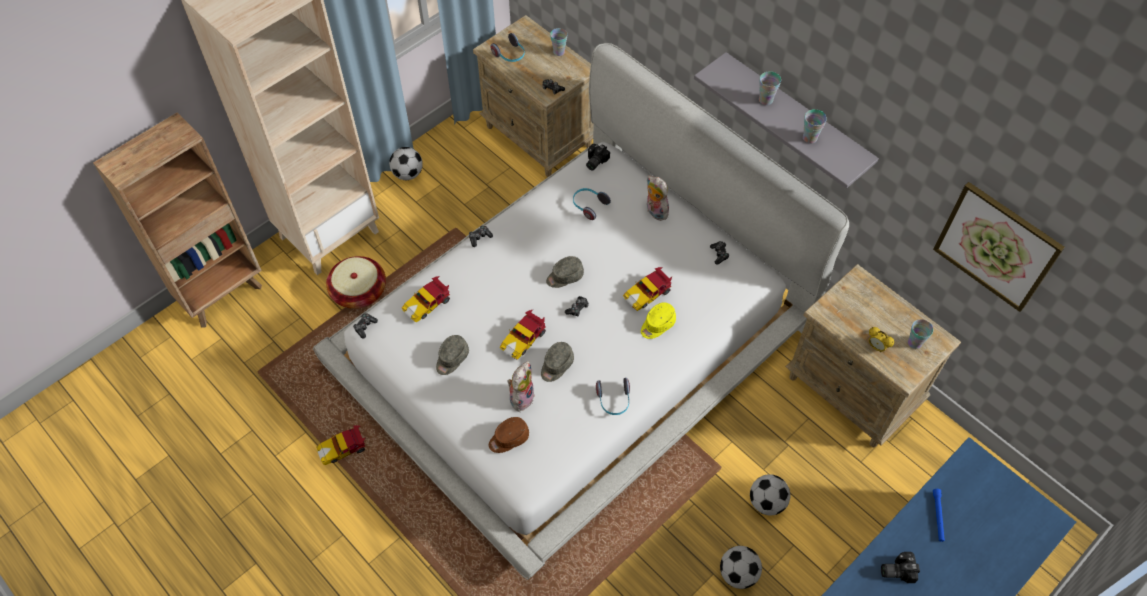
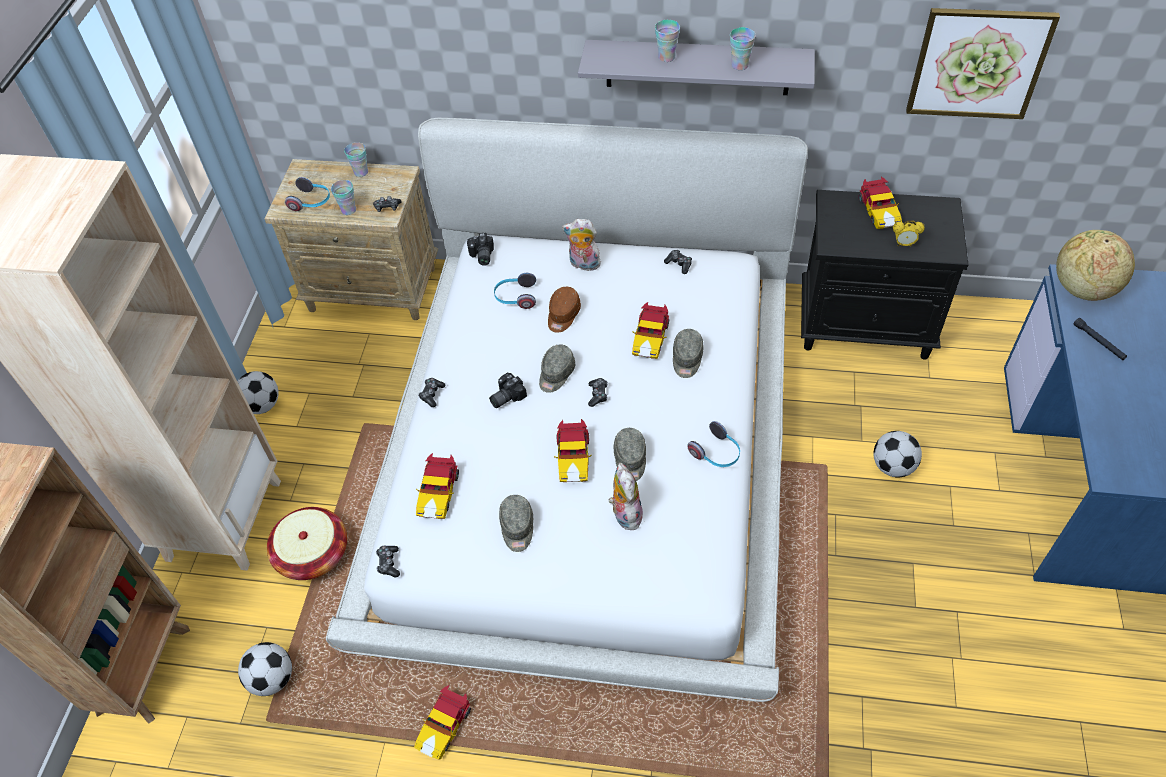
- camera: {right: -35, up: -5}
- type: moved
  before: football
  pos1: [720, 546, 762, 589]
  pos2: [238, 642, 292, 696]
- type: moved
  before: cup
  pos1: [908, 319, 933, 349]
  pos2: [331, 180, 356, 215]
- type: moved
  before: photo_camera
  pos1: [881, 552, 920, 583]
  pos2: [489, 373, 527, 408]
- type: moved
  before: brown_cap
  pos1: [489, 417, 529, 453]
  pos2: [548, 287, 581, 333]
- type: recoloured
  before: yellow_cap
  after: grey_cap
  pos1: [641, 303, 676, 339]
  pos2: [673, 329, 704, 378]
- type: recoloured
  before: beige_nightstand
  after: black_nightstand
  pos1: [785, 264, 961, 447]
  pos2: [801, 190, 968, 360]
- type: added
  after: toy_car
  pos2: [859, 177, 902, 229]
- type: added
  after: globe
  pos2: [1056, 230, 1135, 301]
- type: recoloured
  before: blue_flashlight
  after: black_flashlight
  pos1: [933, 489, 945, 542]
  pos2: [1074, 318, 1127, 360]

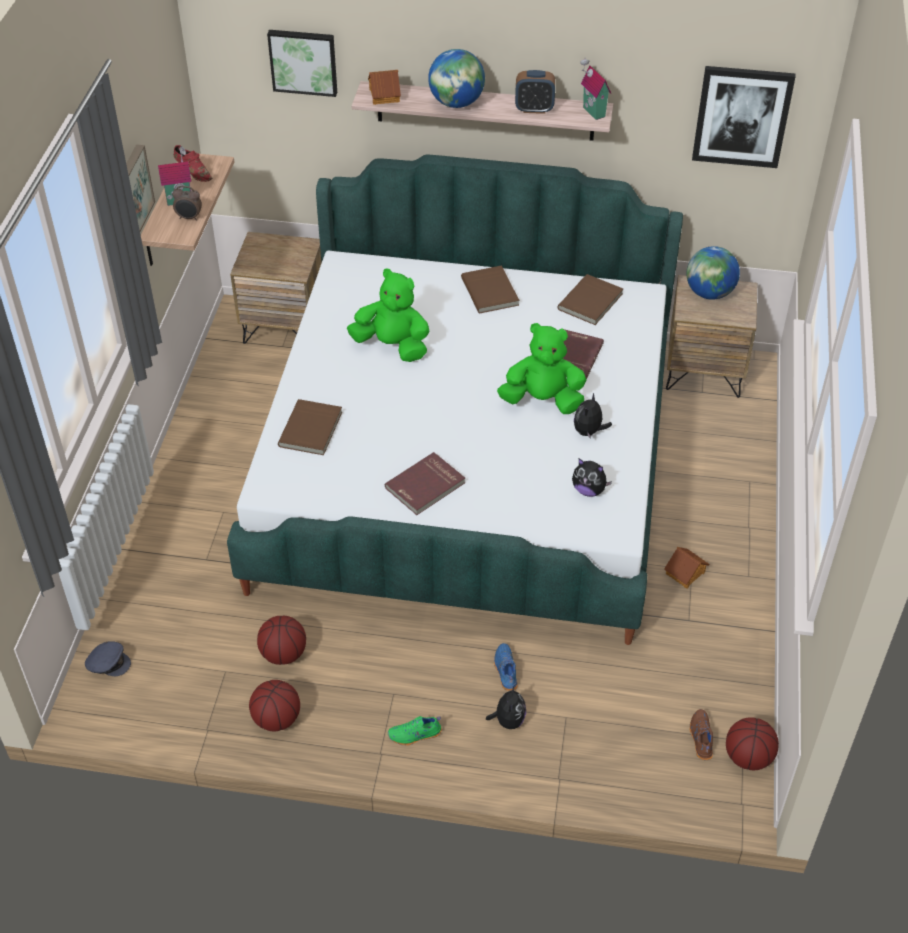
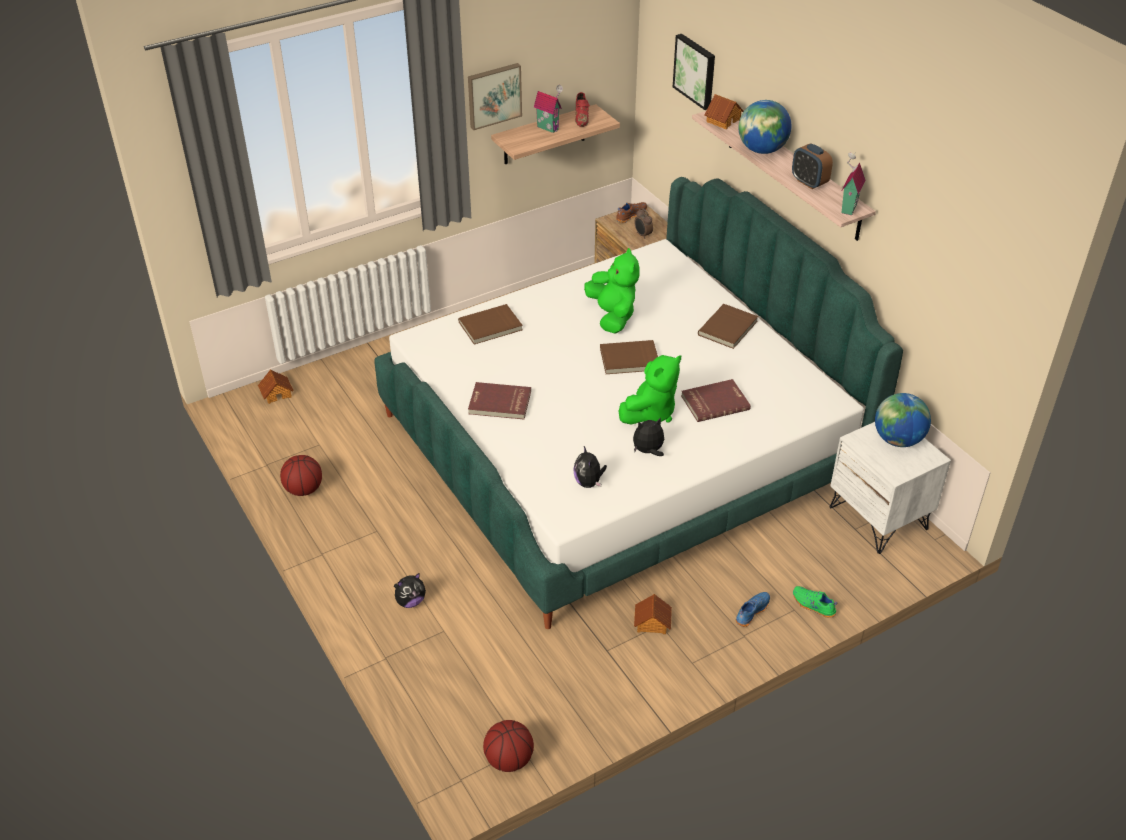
- camera: {right: 50, up: -5}
- type: replaced
  before: grey_cap
  after: toy_house
  pos1: [85, 641, 131, 676]
  pos2: [258, 369, 294, 404]
- type: moved
  before: brown_book
  pos1: [558, 274, 623, 325]
  pos2: [600, 340, 658, 374]
- type: moved
  before: brown_shoe
  pos1: [689, 709, 713, 760]
  pos2: [616, 202, 647, 223]
- type: turned
  before: green_plush_toy
  pos1: [497, 323, 587, 414]
  pos2: [619, 355, 681, 425]
  turn: 75
- type: moved
  before: alarm_clock
  pos1: [173, 186, 202, 221]
  pos2: [634, 208, 653, 239]
- type: moved
  before: blue_shoe
  pos1: [494, 643, 518, 691]
  pos2: [736, 592, 770, 627]
- type: moved
  before: green_shoe
  pos1: [388, 716, 442, 746]
  pos2: [793, 586, 837, 618]
- type: recoloured
  before: brown_nightstand
  after: white_nightstand
  pos1: [666, 275, 757, 398]
  pos2: [829, 422, 951, 554]
- type: removed
  before: basketball
  pos1: [257, 616, 306, 665]
- type: removed
  before: picture
  pos1: [692, 66, 795, 168]

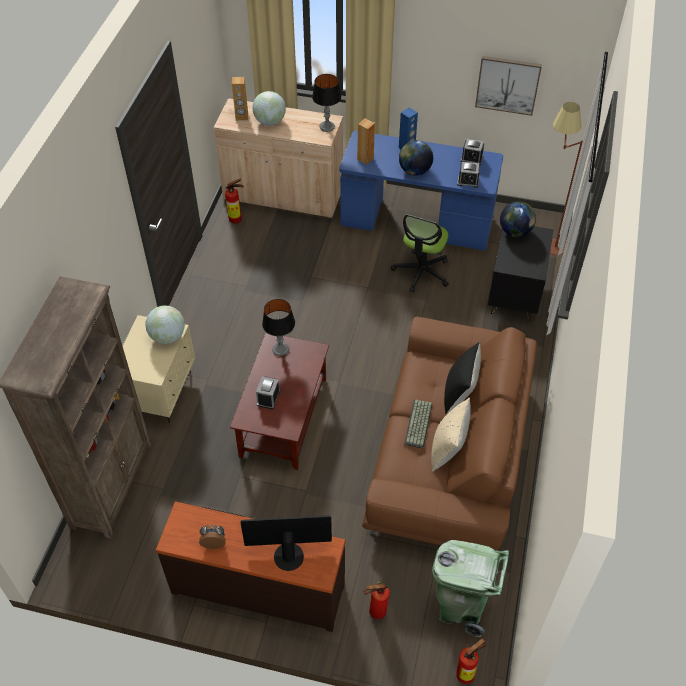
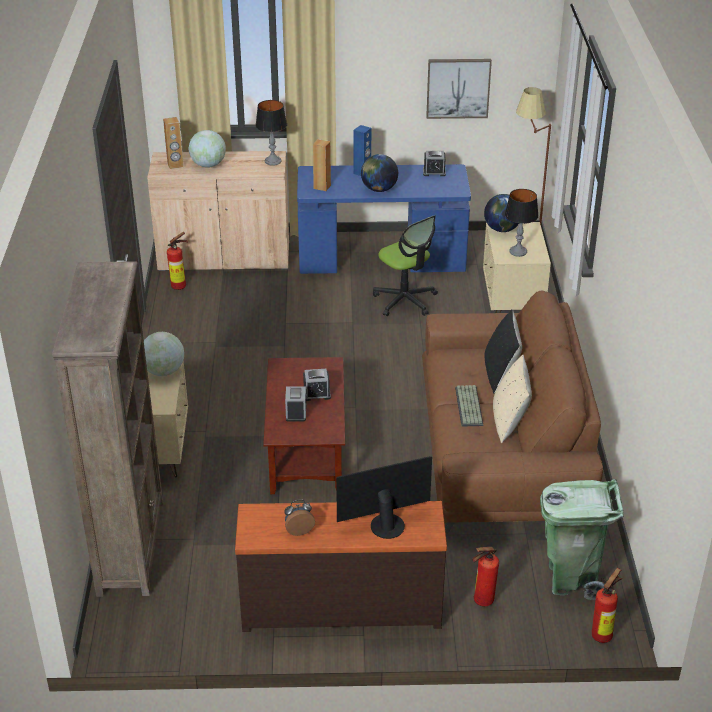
- camera: {right: -15, up: -15}
- type: moved
  before: alarm_clock
  pos1: [457, 162, 480, 188]
  pos2: [303, 369, 331, 401]
- type: turned
  before: office_chair
  pos1: [391, 215, 449, 293]
  pos2: [373, 215, 438, 316]
  turn: -45
- type: recoloured
  before: black_nightstand
  after: beige_nightstand
  pos1: [488, 226, 553, 321]
  pos2: [483, 222, 551, 313]
- type: moved
  before: table_lamp
  pos1: [262, 299, 295, 356]
  pos2: [505, 189, 539, 257]

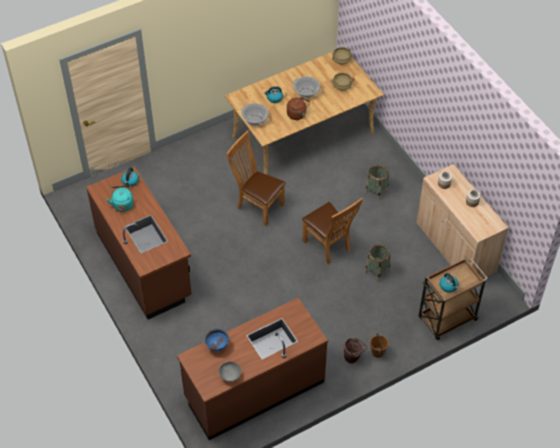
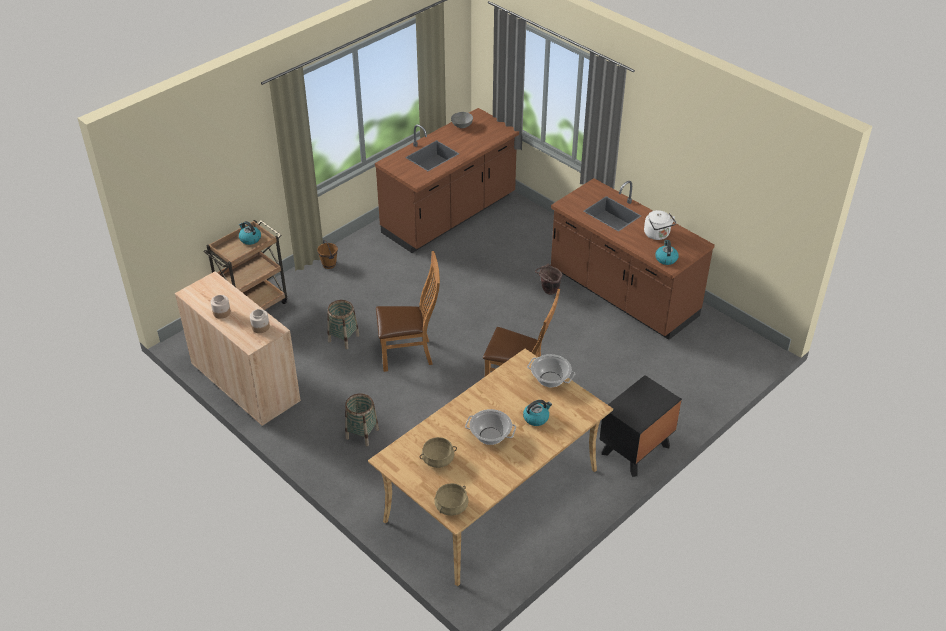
- camera: {right: 165, up: -10}
- type: turned
  before: brown_chair
  pos1: [302, 198, 363, 264]
  pos2: [376, 251, 440, 372]
  turn: 135
- type: moved
  before: brown_bucket
  pos1: [343, 338, 367, 364]
  pos2: [535, 264, 562, 295]
- type: added
  after: black_nightstand
  pos2: [600, 375, 682, 477]
- type: recoloured
  before: turquoise_kettle
  after: white_kettle
  pos1: [107, 185, 134, 212]
  pos2: [644, 210, 676, 240]
- type: removed
  before: blue_bowl
  pos1: [204, 329, 229, 351]
- type: removed
  before: brown_kettle
  pos1: [287, 97, 310, 120]

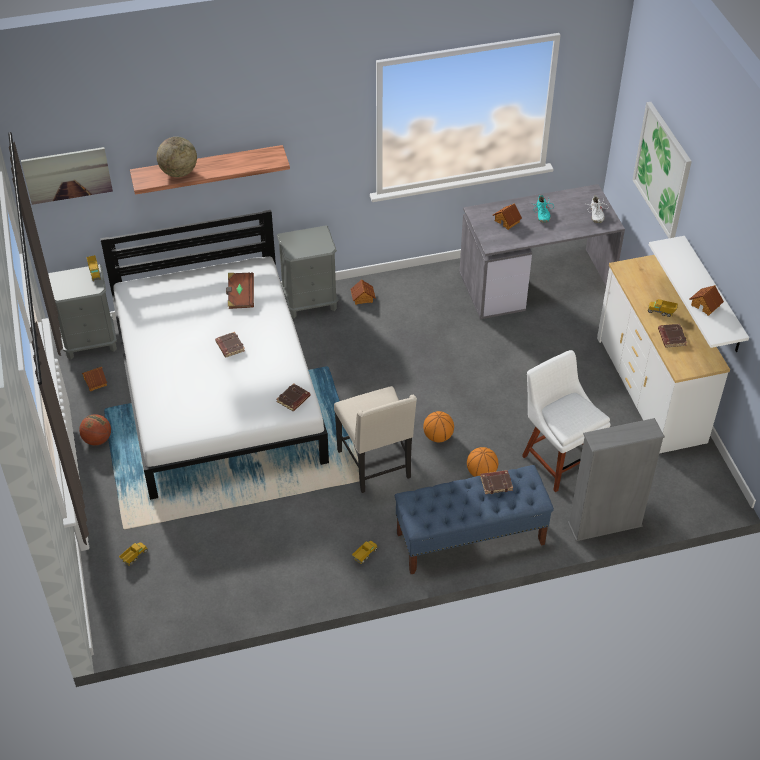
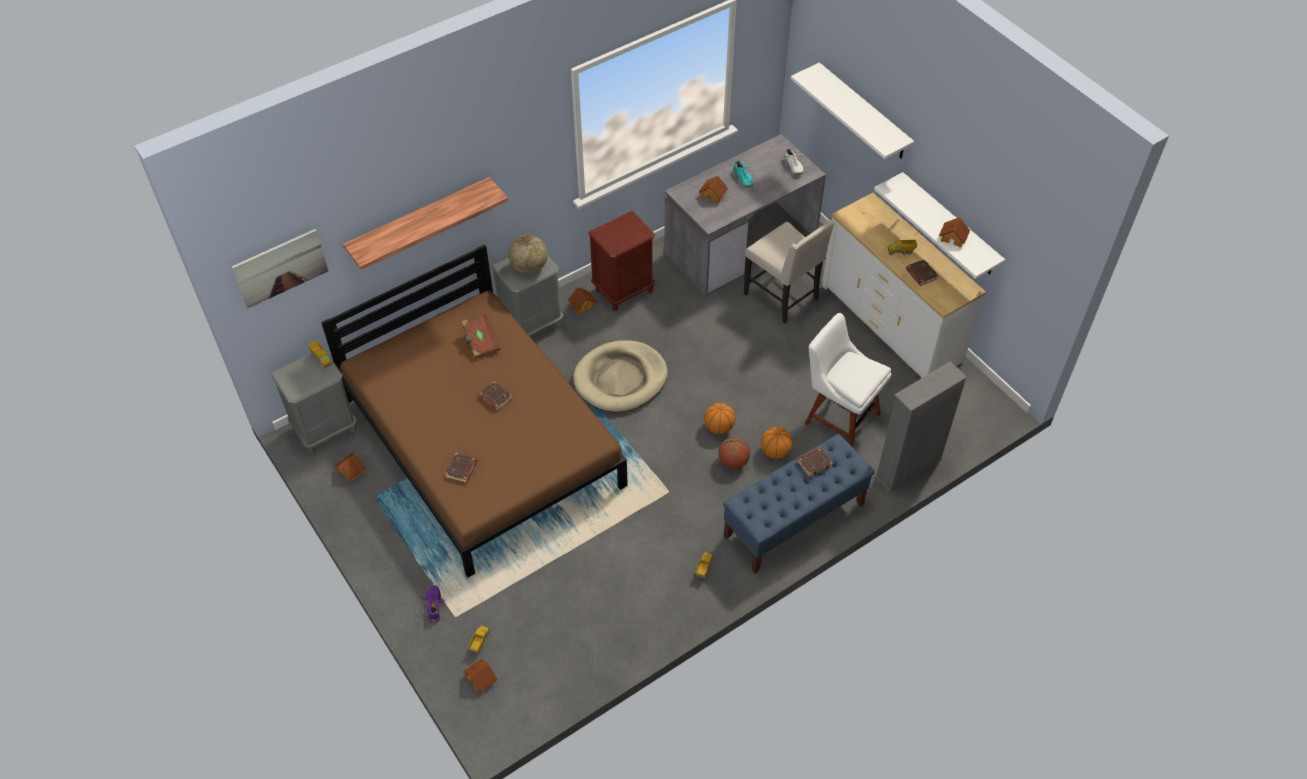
- camera: {right: -20, up: 5}
- type: recoloured
  before: white_bed
  after: brown_bed
  pos1: [100, 210, 329, 500]
  pos2: [321, 244, 628, 578]
- type: added
  after: purple_shoe
  pos2: [420, 585, 445, 623]
- type: moved
  before: brown_book
  pos1: [277, 383, 311, 411]
  pos2: [445, 453, 478, 483]
- type: added
  after: toy_house
  pos2: [463, 659, 497, 693]
- type: moved
  before: globe
  pos1: [157, 137, 197, 177]
  pos2: [508, 235, 547, 274]
- type: added
  after: beige_dog_bed
  pos2: [573, 340, 668, 412]
- type: added
  after: brown_nightstand
  pos2: [588, 211, 655, 311]
- type: moved
  before: basketball
  pos1: [79, 414, 111, 445]
  pos2: [718, 437, 750, 469]
- type: moved
  before: beige_chair
  pos1: [334, 386, 417, 493]
  pos2: [744, 219, 834, 324]
- type: replaced
  before: picture
  after: white_shelf
  pos1: [633, 102, 692, 238]
  pos2: [791, 62, 914, 159]

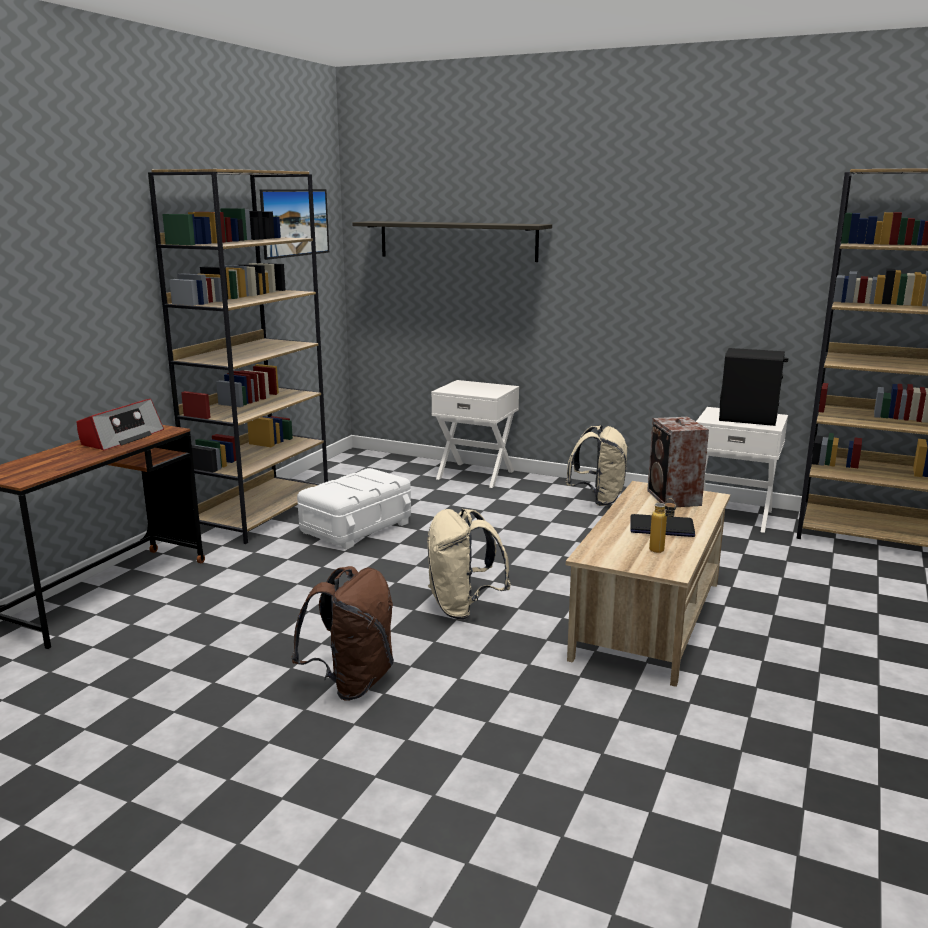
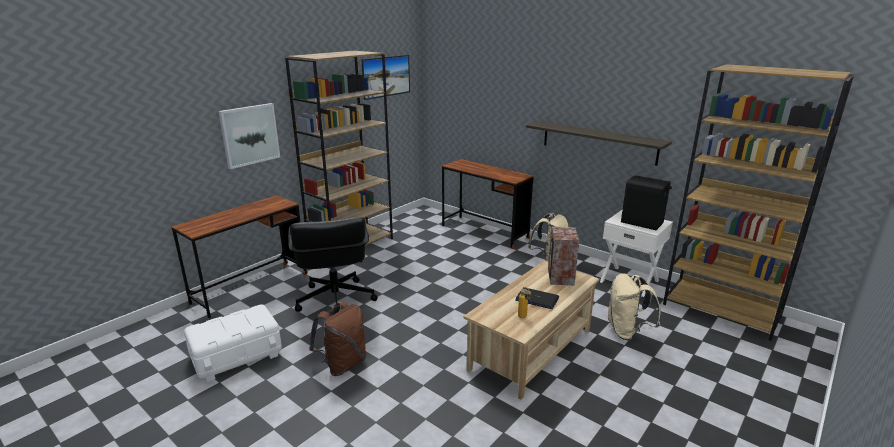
- camera: {right: 15, up: 5}
- type: moved
  before: white_storage_box
  pos1: [297, 468, 411, 549]
  pos2: [184, 304, 282, 382]
- type: added
  after: picture
  pos2: [218, 103, 280, 169]
- type: added
  after: black_office_chair
  pos2: [288, 217, 378, 312]
- type: replaced
  before: white_nightstand
  after: brown_desk
  pos1: [431, 380, 519, 488]
  pos2: [442, 159, 534, 249]
- type: moved
  before: shelf
  pos1: [352, 221, 552, 262]
  pos2: [526, 121, 672, 166]
- type: moved
  before: beige_backpack
  pos1: [427, 509, 511, 620]
  pos2: [607, 273, 661, 341]
- type: removed
  before: radio
  pos1: [77, 399, 164, 450]

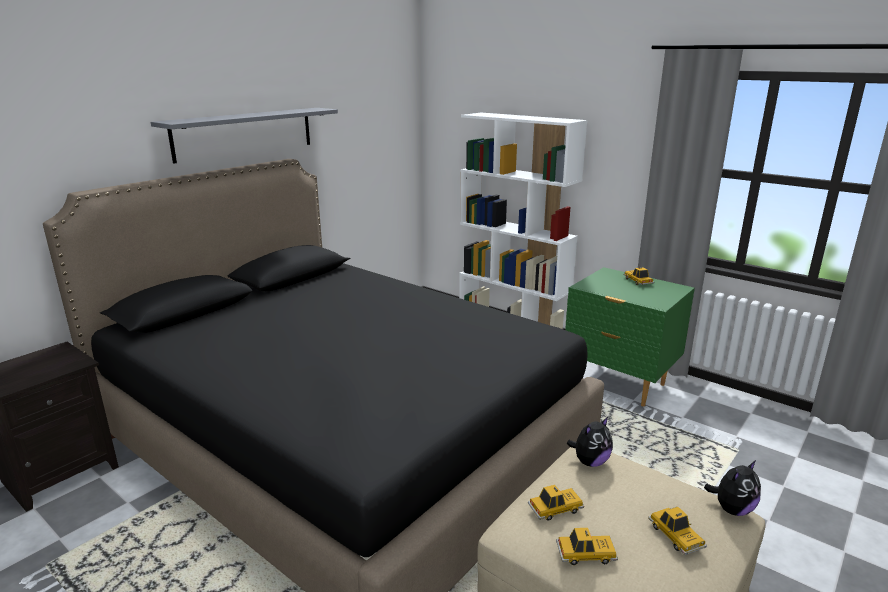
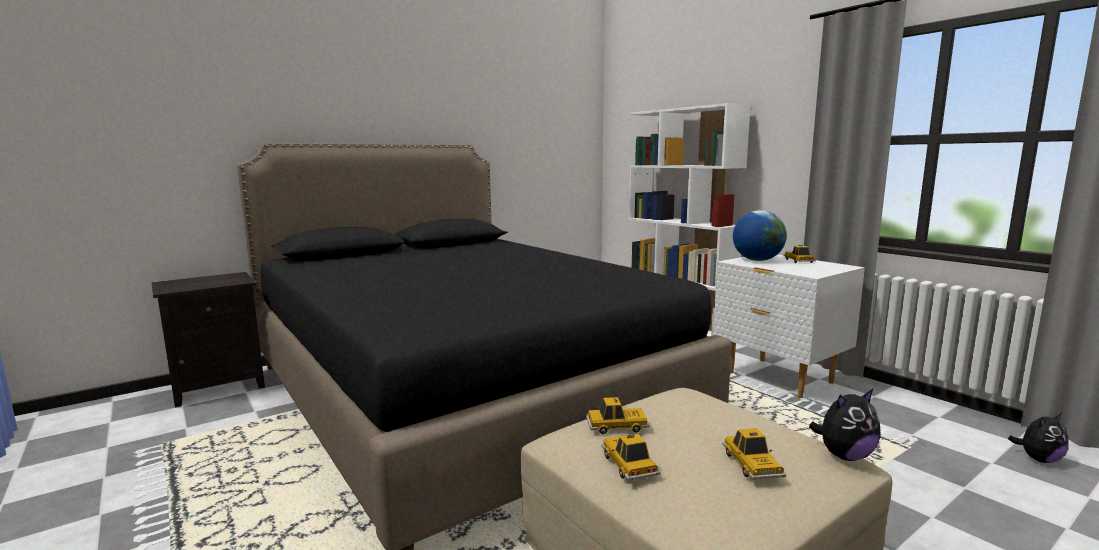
- camera: {right: 15, up: -10}
- type: turned
  before: toy_car
  pos1: [556, 528, 618, 565]
  pos2: [601, 434, 660, 480]
  turn: -120
- type: recoloured
  before: green_nightstand
  after: white_nightstand
  pos1: [565, 267, 695, 406]
  pos2: [713, 255, 865, 398]
- type: added
  after: globe
  pos2: [733, 210, 787, 261]
- type: moved
  before: plush_toy
  pos1: [567, 417, 613, 467]
  pos2: [1008, 413, 1069, 463]
- type: removed
  before: grey_shelf
  pos1: [151, 108, 338, 164]

